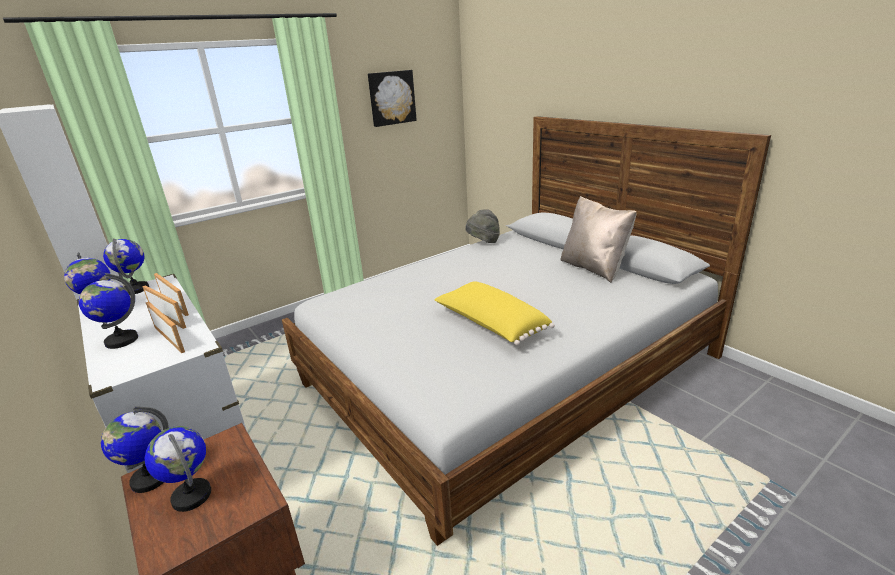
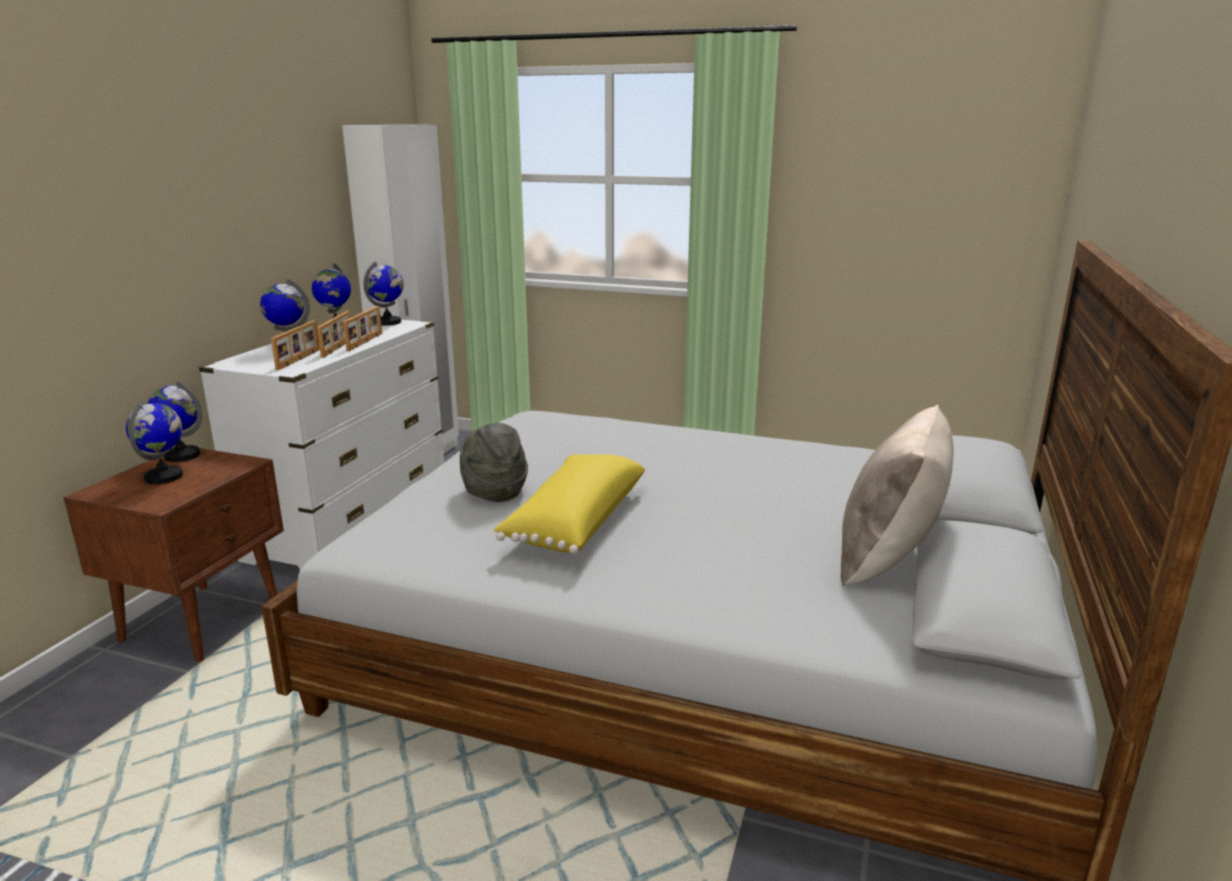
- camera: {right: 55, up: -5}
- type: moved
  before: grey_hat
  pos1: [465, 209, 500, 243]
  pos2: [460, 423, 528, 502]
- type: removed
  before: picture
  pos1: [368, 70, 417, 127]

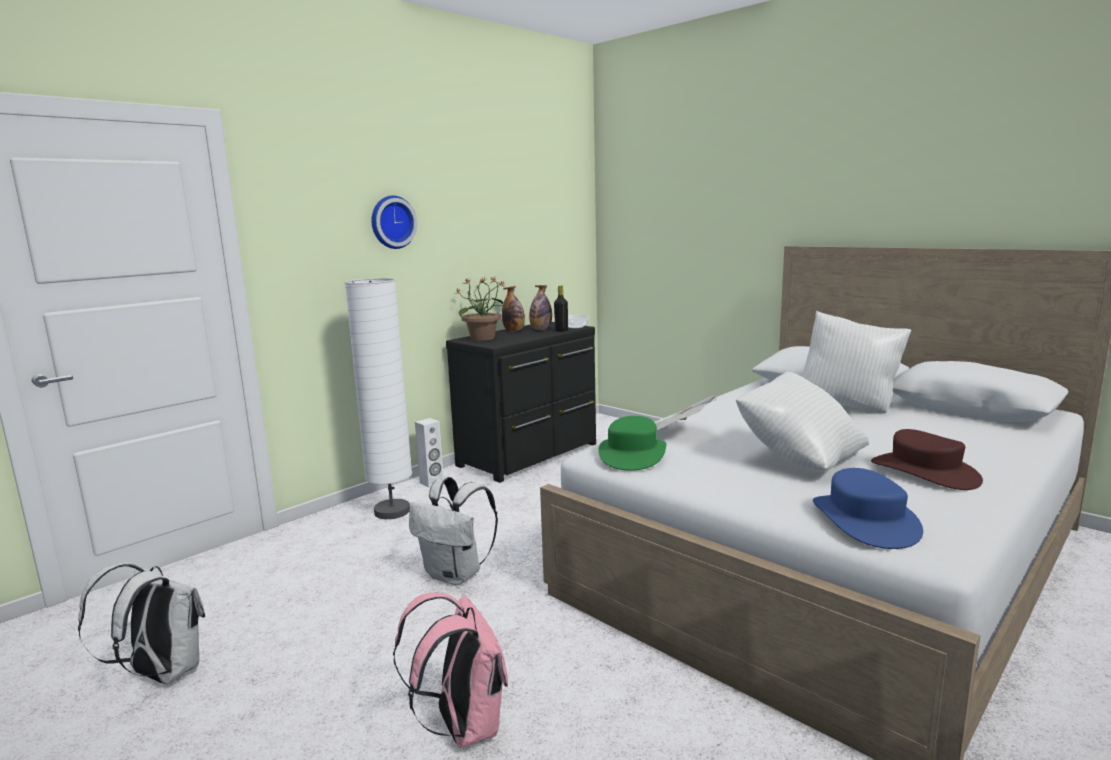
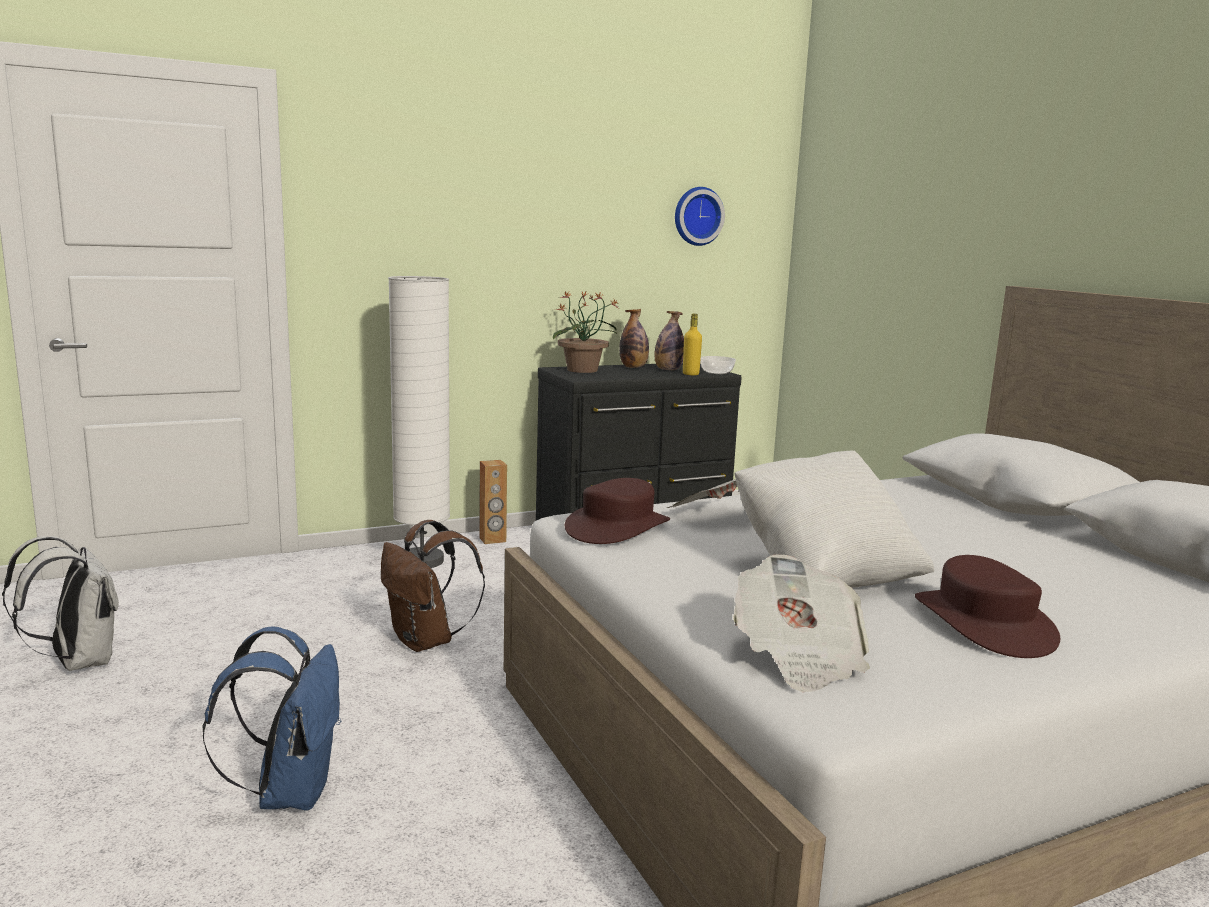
- camera: {right: 20, up: 0}
- type: recoloured
  before: pink_backpack
  after: blue_backpack
  pos1: [393, 592, 508, 748]
  pos2: [203, 627, 342, 811]
- type: recoloured
  before: white_backpack
  after: brown_backpack
  pos1: [409, 476, 498, 585]
  pos2: [381, 520, 485, 652]
- type: recoloured
  before: white_speaker
  after: brown_speaker
  pos1: [415, 418, 444, 487]
  pos2: [479, 460, 507, 544]
- type: recoloured
  before: green_hat
  after: brown_hat
  pos1: [598, 416, 666, 471]
  pos2: [565, 478, 670, 544]
- type: moved
  before: wall_clock
  pos1: [371, 195, 417, 249]
  pos2: [675, 187, 725, 246]
- type: recoloured
  before: black_bottle
  after: yellow_bottle
  pos1: [554, 285, 568, 332]
  pos2: [683, 314, 702, 375]
- type: replaced
  before: blue_hat
  after: newspaper
  pos1: [813, 468, 923, 549]
  pos2: [733, 555, 870, 692]
- type: removed
  before: white_pillow
  pos1: [801, 311, 912, 414]

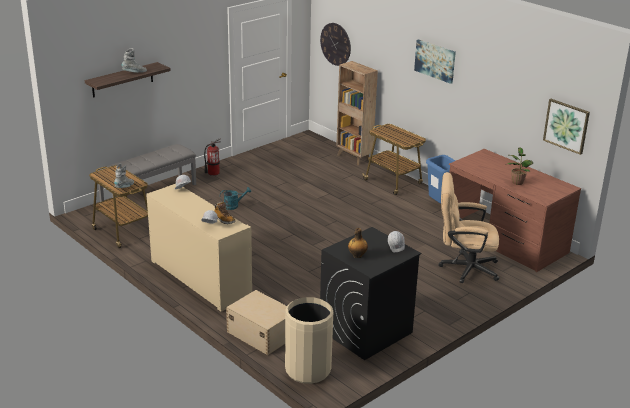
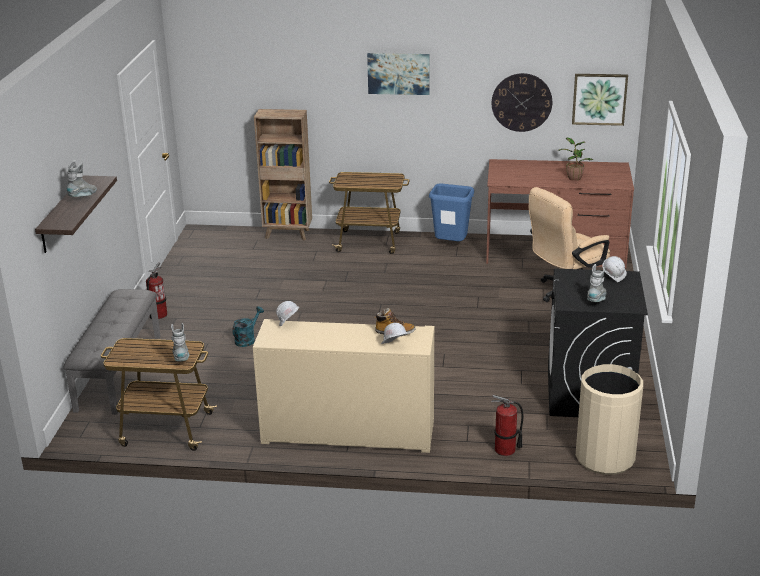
- camera: {right: -40, up: 0}
- type: replaced
  before: beige_storage_box
  after: fire_extinguisher
  pos1: [226, 290, 287, 355]
  pos2: [491, 395, 524, 456]
- type: moved
  before: wall_clock
  pos1: [320, 23, 351, 66]
  pos2: [492, 73, 552, 132]
- type: replaced
  before: bottle
  after: grey_boot
  pos1: [348, 228, 368, 258]
  pos2: [587, 264, 606, 302]

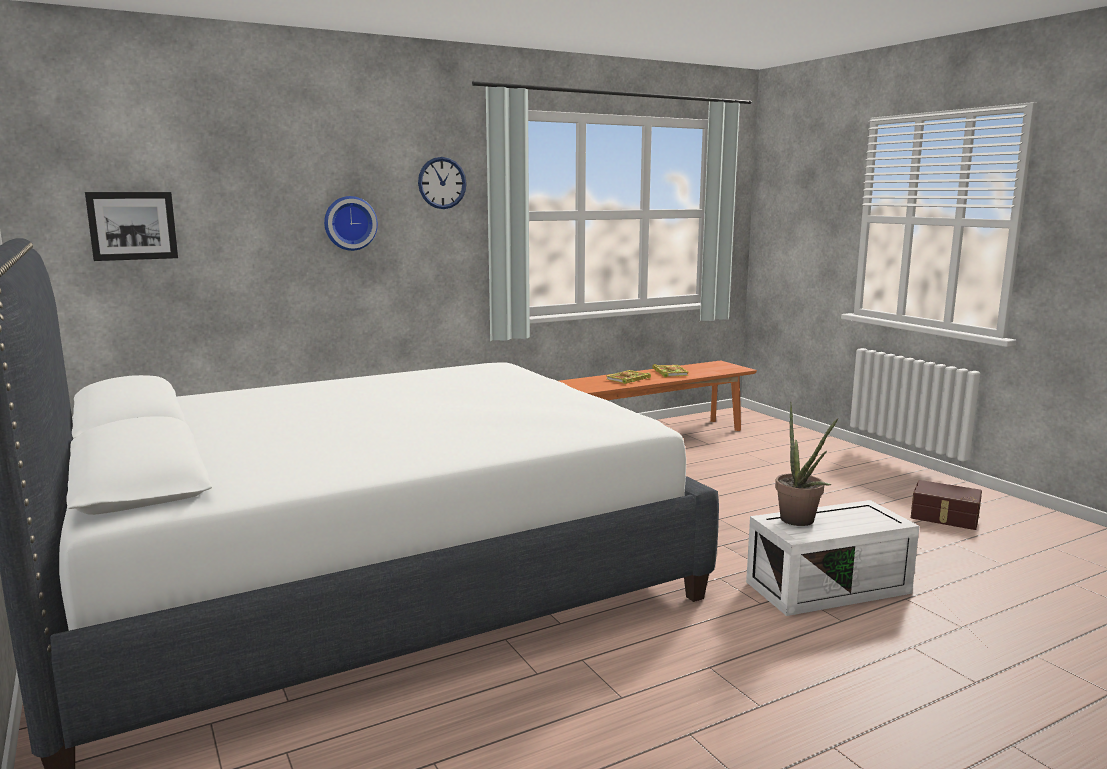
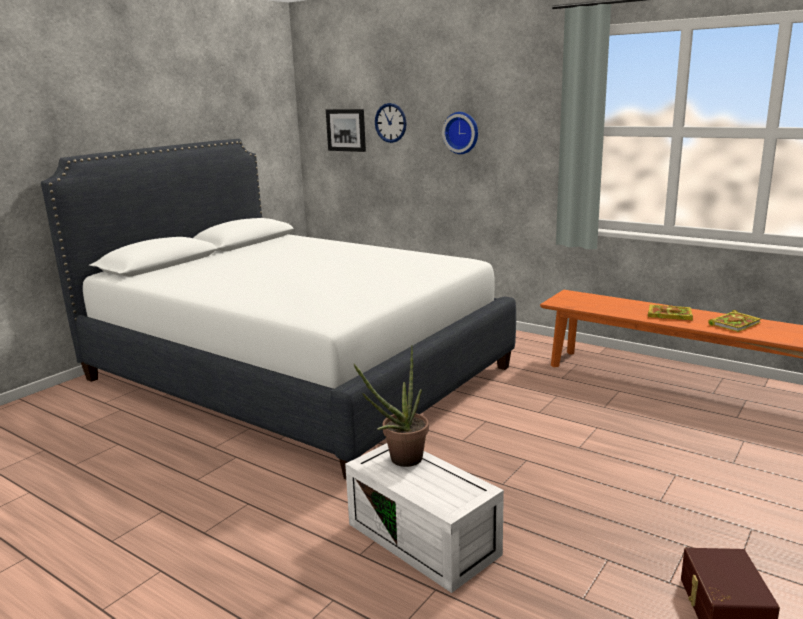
- camera: {right: 65, up: 5}
- type: moved
  before: wall_clock
  pos1: [418, 157, 467, 209]
  pos2: [375, 103, 407, 143]

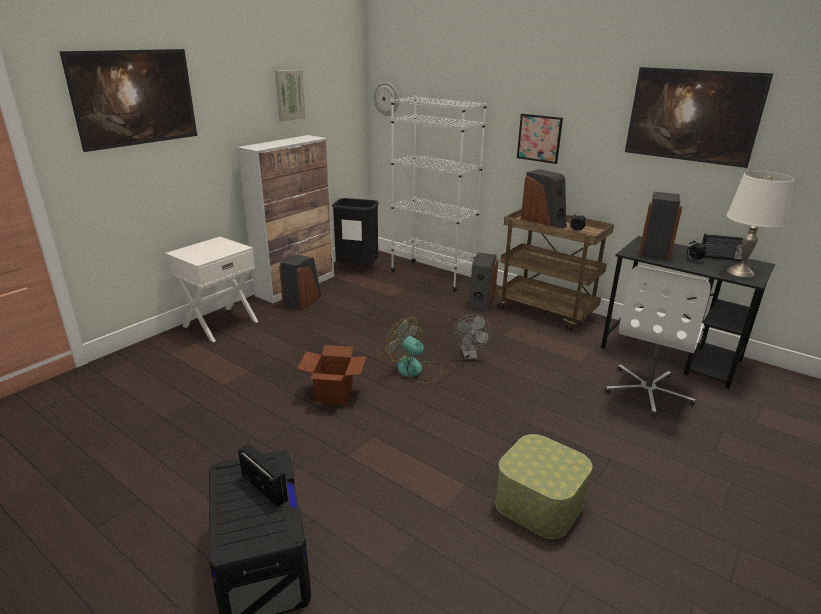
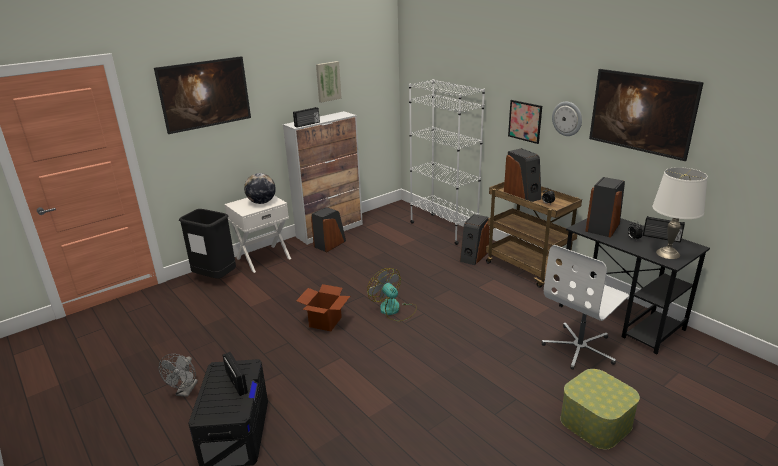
- camera: {right: 15, up: 0}
- type: moved
  before: grey_fan
  pos1: [453, 314, 492, 360]
  pos2: [159, 354, 198, 397]
- type: moved
  before: black_trash_can
  pos1: [332, 198, 379, 265]
  pos2: [179, 209, 236, 278]
- type: added
  after: globe
  pos2: [244, 173, 276, 204]
- type: added
  after: radio
  pos2: [293, 107, 320, 128]
- type: moved
  before: wall_clock
  pos1: [374, 82, 399, 116]
  pos2: [552, 102, 582, 136]
- type: moved
  before: storage_box
  pos1: [495, 434, 592, 539]
  pos2: [560, 369, 640, 449]

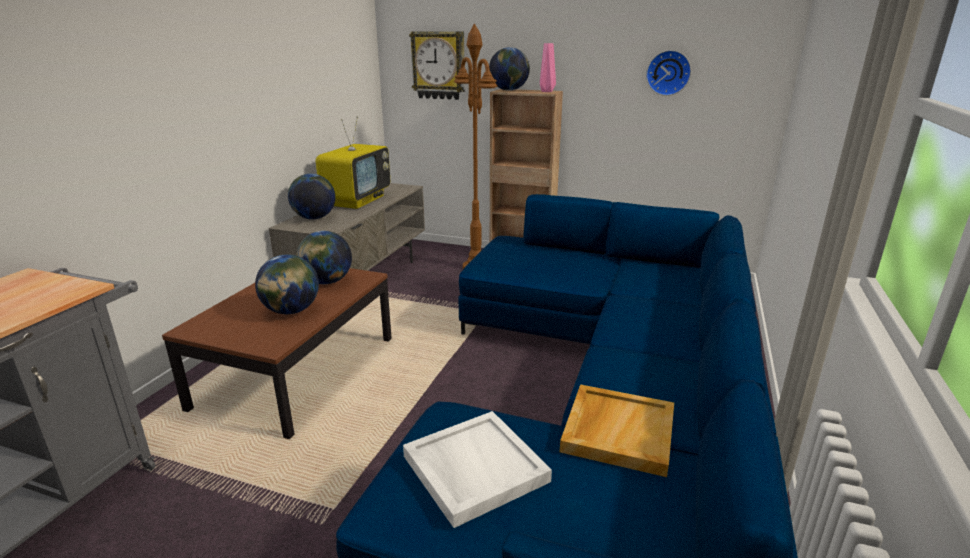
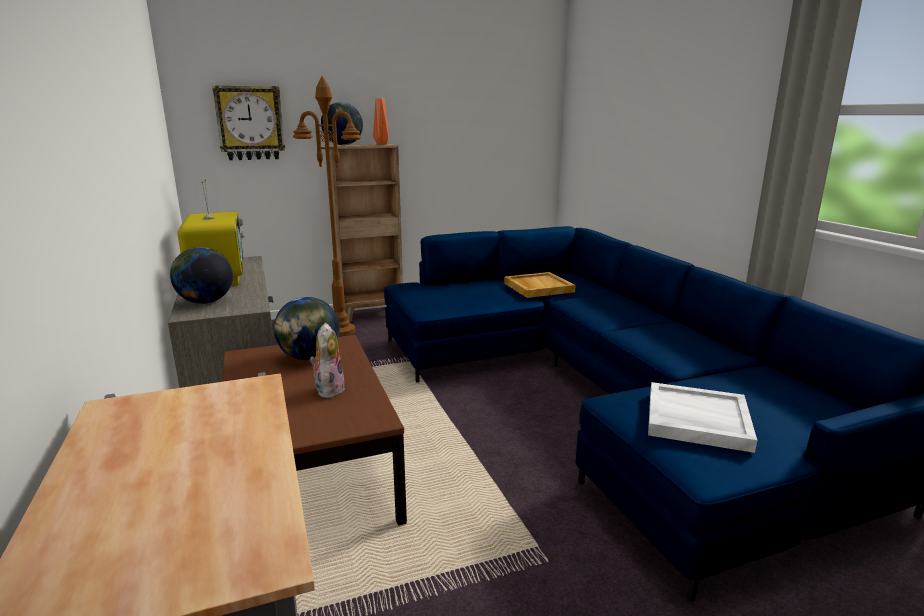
- camera: {right: -40, up: -5}
- type: replaced
  before: globe
  after: plush_toy
  pos1: [255, 254, 319, 314]
  pos2: [310, 323, 345, 398]
- type: recoloured
  before: pink_vase
  after: orange_vase
  pos1: [540, 43, 556, 92]
  pos2: [373, 98, 389, 145]
- type: moved
  before: beige_tray
  pos1: [560, 384, 674, 477]
  pos2: [504, 272, 576, 298]
- type: removed
  before: wall_clock
  pos1: [646, 50, 691, 96]

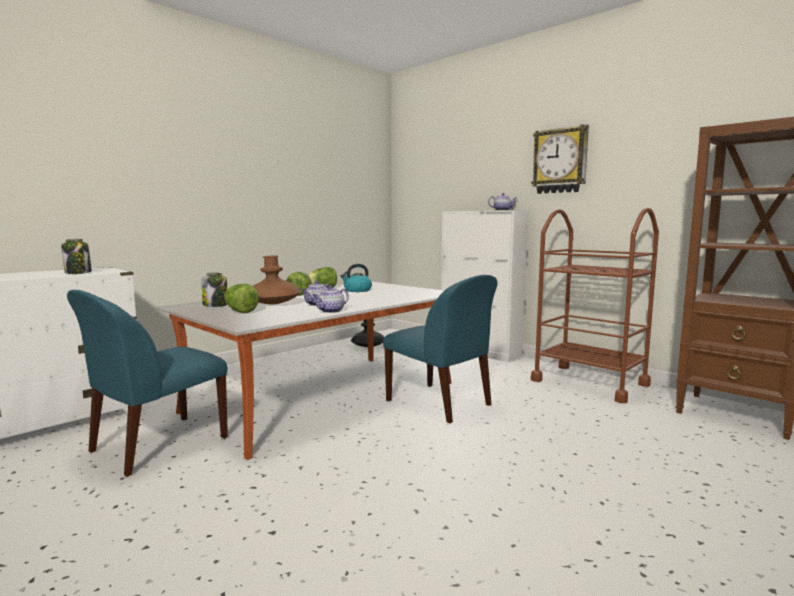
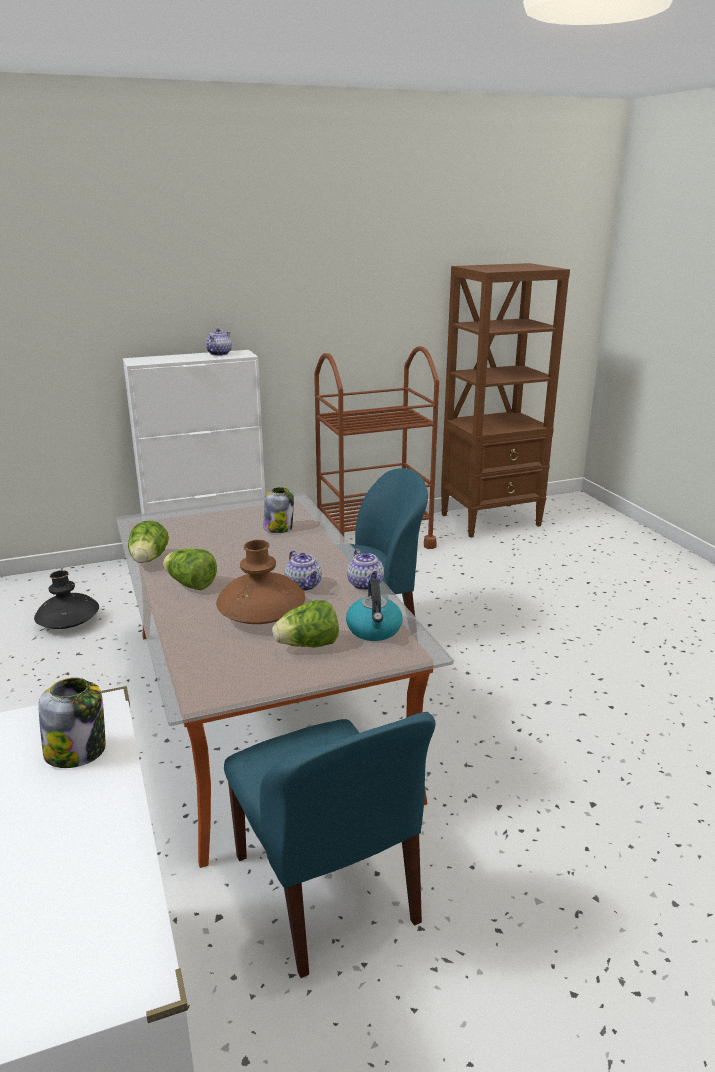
- camera: {right: -65, up: 15}
- type: moved
  before: jar
  pos1: [202, 273, 228, 307]
  pos2: [263, 487, 294, 533]
- type: moved
  before: kettle
  pos1: [341, 264, 372, 292]
  pos2: [346, 579, 402, 641]
- type: removed
  before: wall_clock
  pos1: [531, 125, 589, 194]

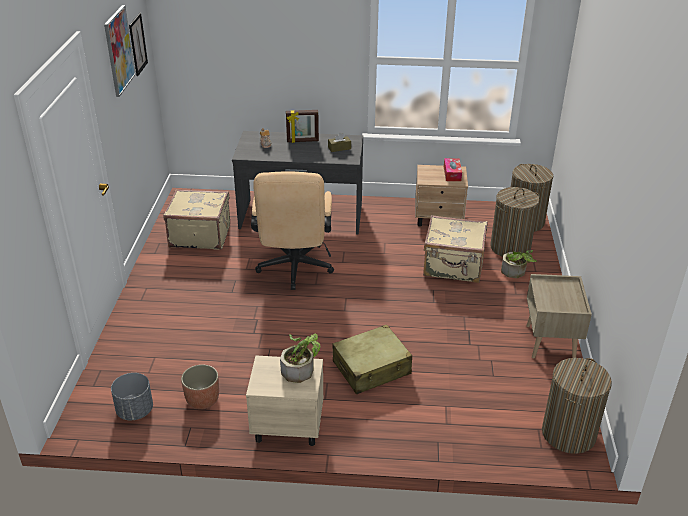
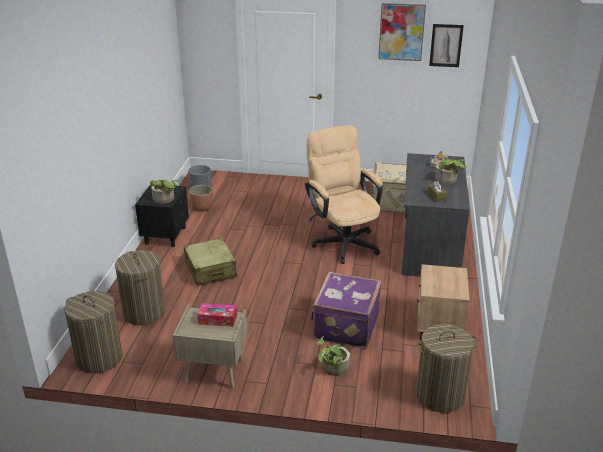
- camera: {right: 95, up: -5}
- type: moved
  before: laundry_basket
  pos1: [490, 187, 539, 257]
  pos2: [115, 250, 165, 326]
- type: recoloured
  before: beige_nightstand
  after: black_nightstand
  pos1: [246, 356, 324, 446]
  pos2: [135, 186, 189, 247]
- type: moved
  before: tissue_box
  pos1: [444, 158, 462, 181]
  pos2: [197, 303, 237, 327]
- type: turned
  before: beige_office_chair
  pos1: [251, 171, 334, 290]
  pos2: [305, 125, 383, 264]
  turn: 60
- type: recoloured
  before: beige_suitcase
  after: purple_suitcase
  pos1: [423, 215, 488, 283]
  pos2: [311, 272, 381, 349]
- type: replaced
  before: picture_frame
  after: potted_plant
  pos1: [286, 110, 319, 143]
  pos2: [435, 159, 467, 185]

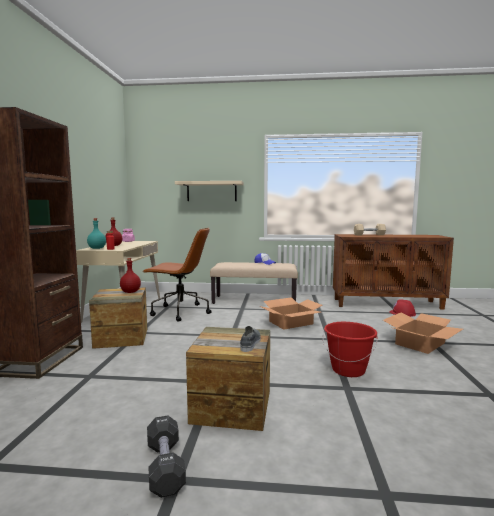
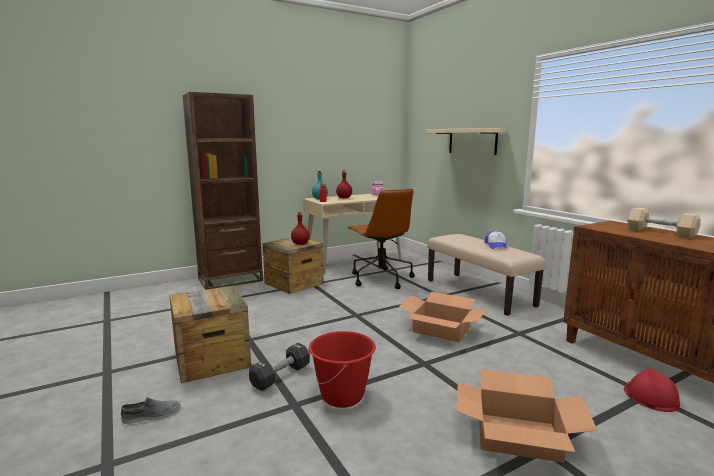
- camera: {right: 55, up: 5}
- type: moved
  before: grey_shoe
  pos1: [240, 326, 261, 352]
  pos2: [121, 397, 181, 424]
- type: moved
  before: black_dumbbell
  pos1: [147, 415, 186, 498]
  pos2: [249, 343, 310, 391]

